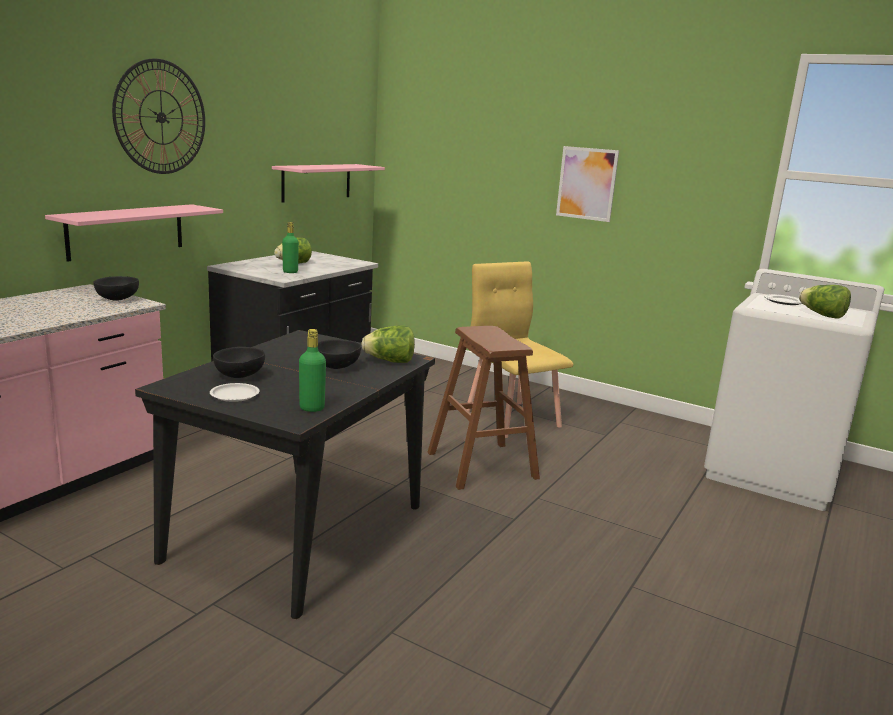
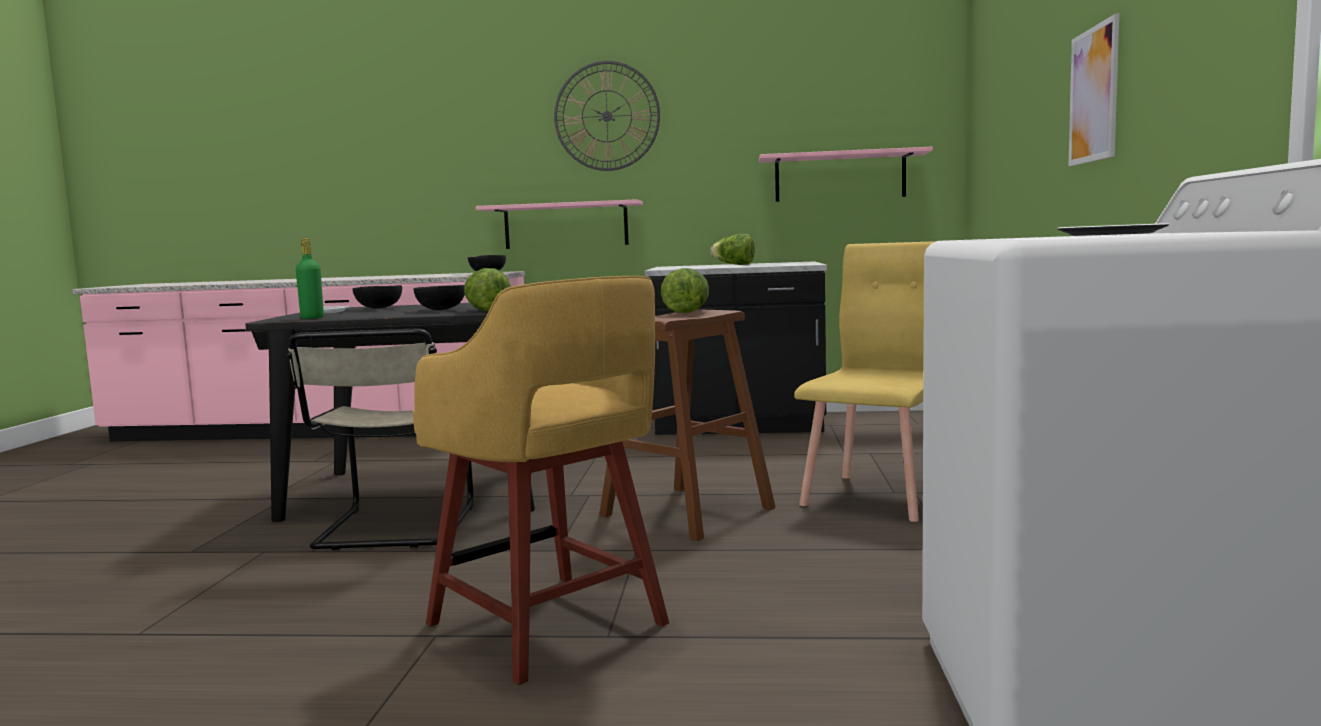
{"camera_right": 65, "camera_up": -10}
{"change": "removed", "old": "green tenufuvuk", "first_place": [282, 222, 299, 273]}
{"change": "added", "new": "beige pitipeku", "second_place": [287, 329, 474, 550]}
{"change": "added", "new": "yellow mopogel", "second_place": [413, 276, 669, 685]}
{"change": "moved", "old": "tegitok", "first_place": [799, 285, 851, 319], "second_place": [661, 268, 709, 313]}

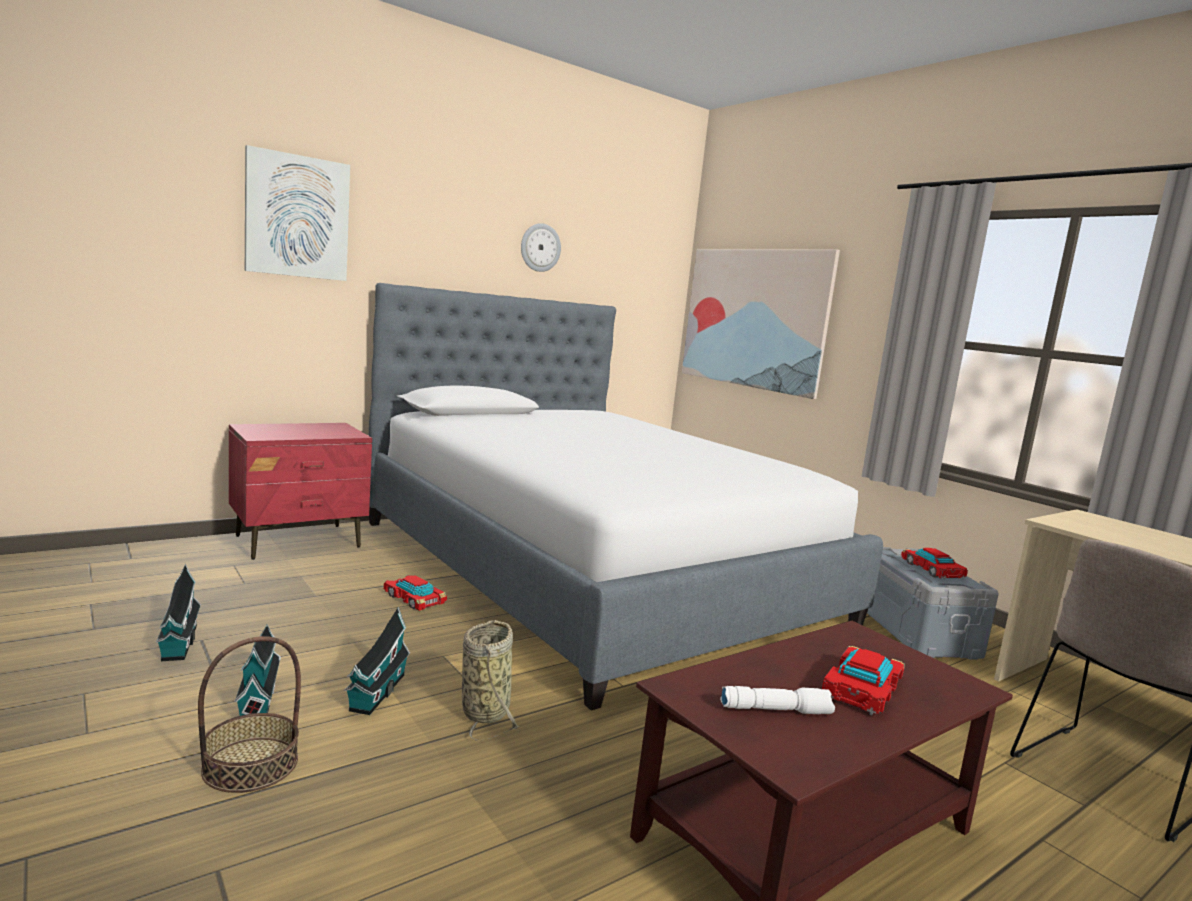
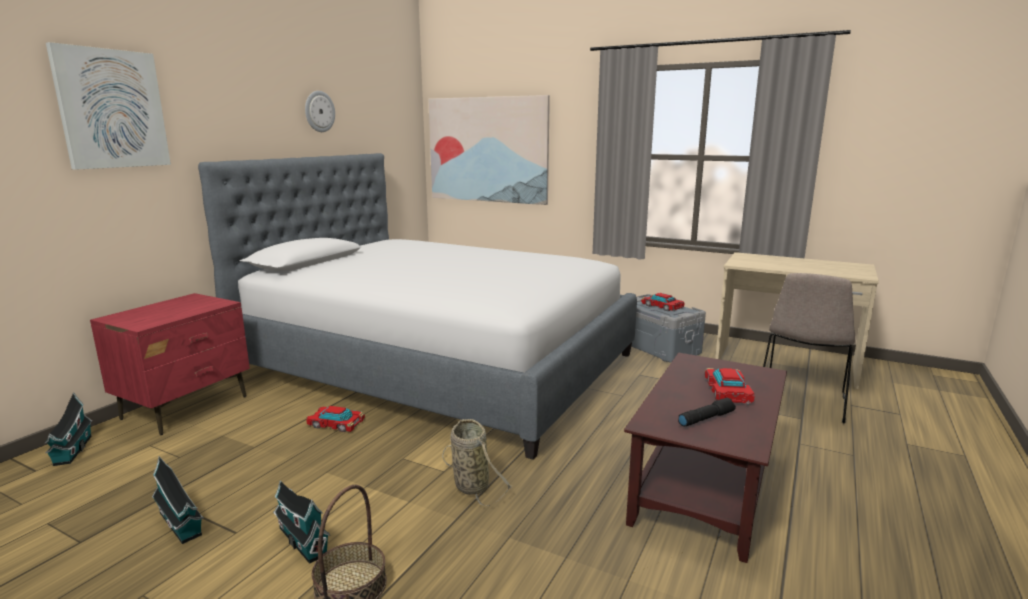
{"camera_right": -25, "camera_up": 5}
{"change": "moved", "old": "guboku", "first_place": [344, 607, 410, 715], "second_place": [45, 393, 92, 466]}
{"change": "recoloured", "old": "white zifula", "new": "black zifula", "first_place": [720, 686, 835, 714], "second_place": [678, 398, 736, 427]}

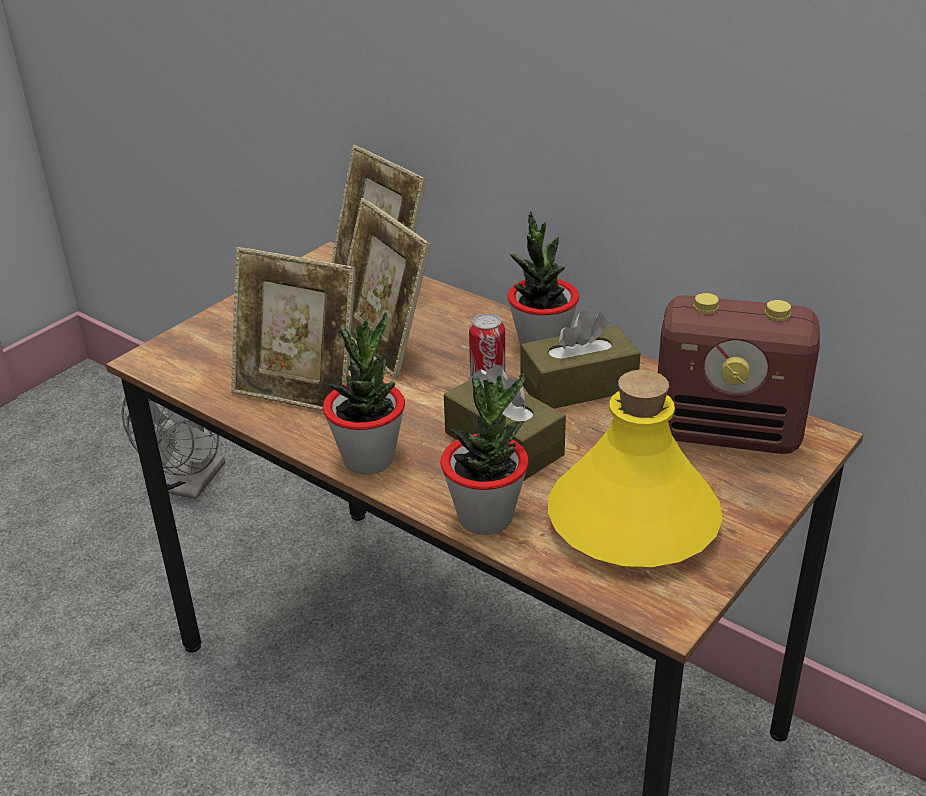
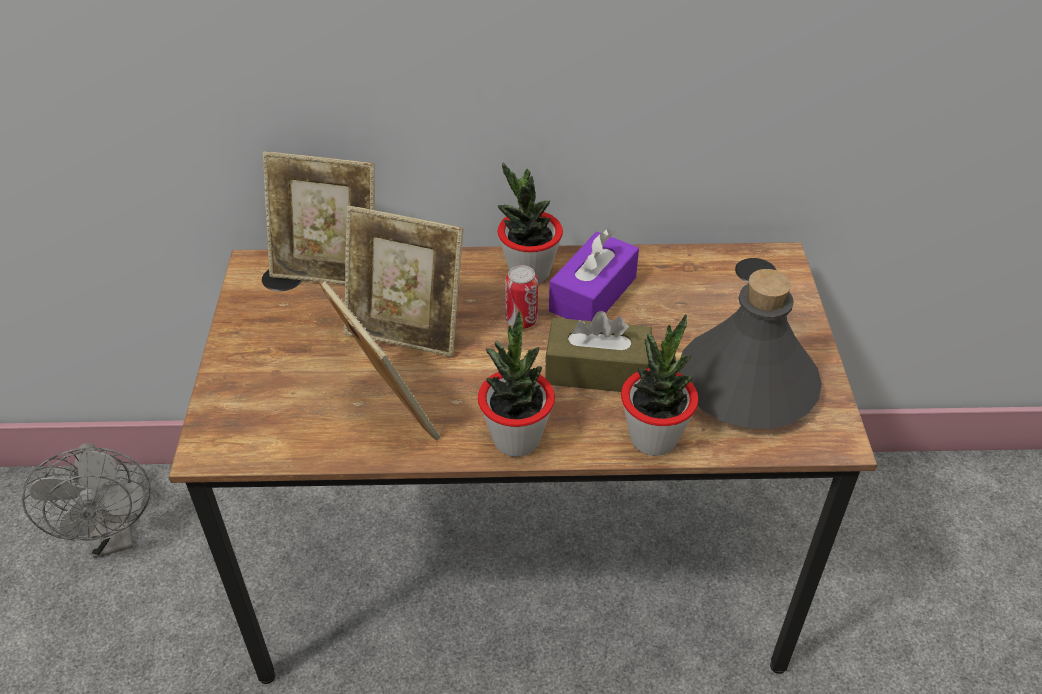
{"camera_right": -40, "camera_up": 10}
{"change": "removed", "old": "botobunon", "first_place": [658, 293, 820, 454]}
{"change": "recoloured", "old": "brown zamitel", "new": "purple zamitel", "first_place": [520, 311, 641, 409], "second_place": [549, 229, 639, 321]}
{"change": "recoloured", "old": "yellow tenufuvuk", "new": "grey tenufuvuk", "first_place": [548, 370, 722, 568], "second_place": [678, 269, 822, 429]}
{"change": "turned", "old": "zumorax", "first_place": [231, 247, 356, 411], "second_place": [319, 280, 440, 440], "degrees": -105}

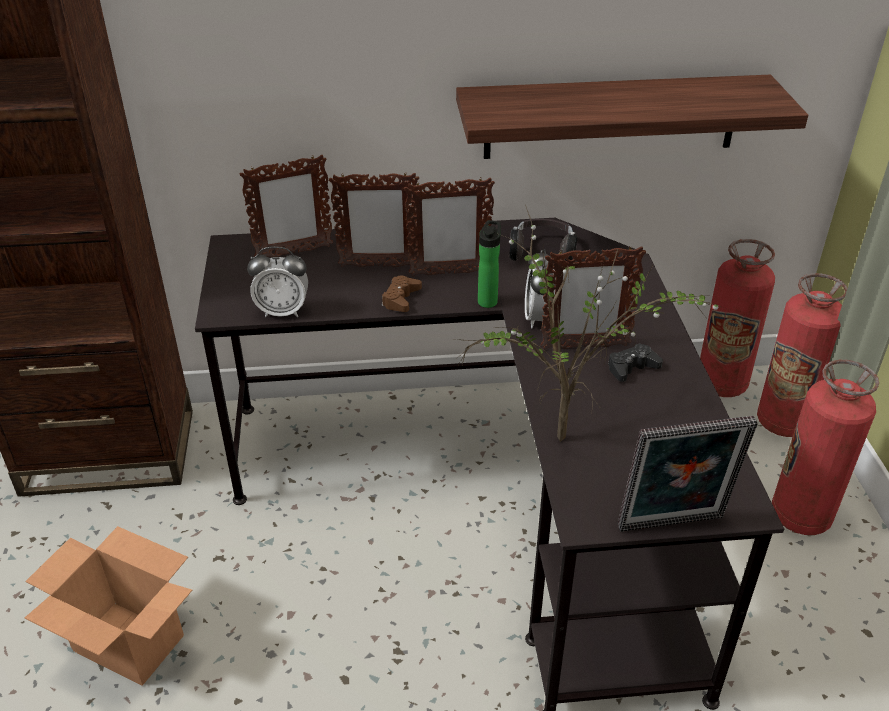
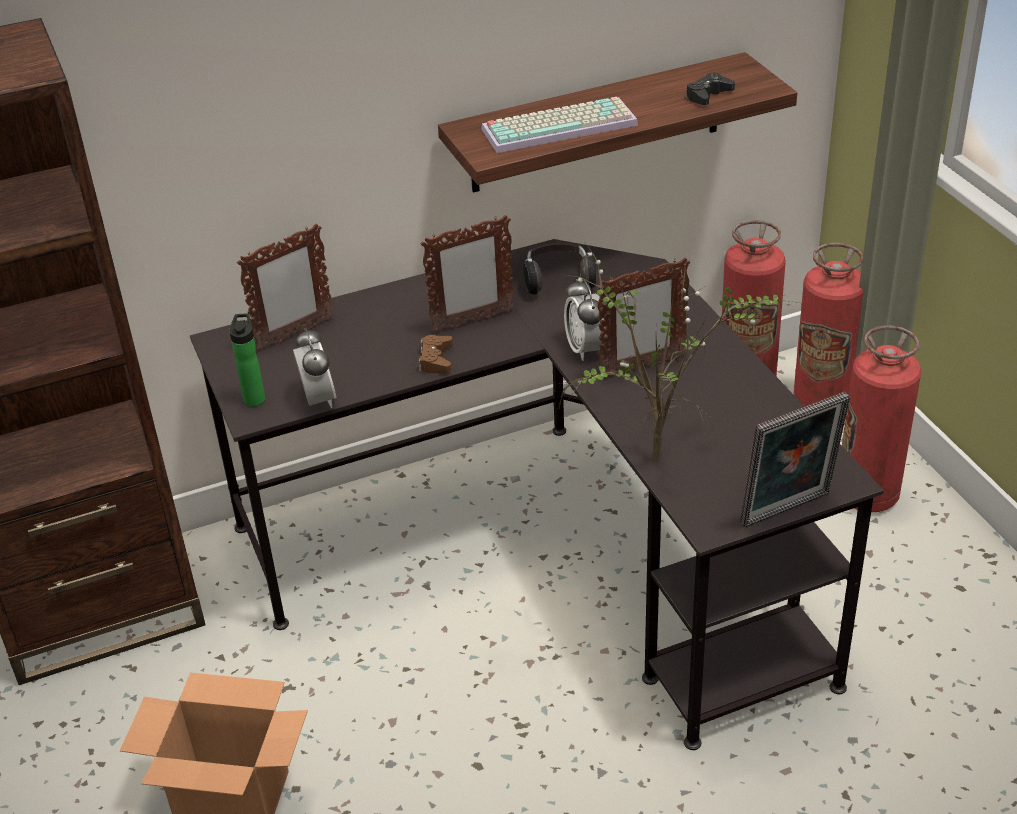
{"camera_right": -15, "camera_up": 0}
{"change": "removed", "old": "zumorax", "first_place": [329, 172, 419, 267]}
{"change": "added", "new": "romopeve", "second_place": [481, 97, 638, 153]}
{"change": "moved", "old": "tenufuvuk", "first_place": [478, 220, 500, 308], "second_place": [229, 313, 265, 407]}
{"change": "moved", "old": "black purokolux", "first_place": [608, 343, 663, 382], "second_place": [686, 73, 735, 105]}
{"change": "turned", "old": "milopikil", "first_place": [247, 246, 308, 317], "second_place": [293, 328, 336, 408], "degrees": -90}

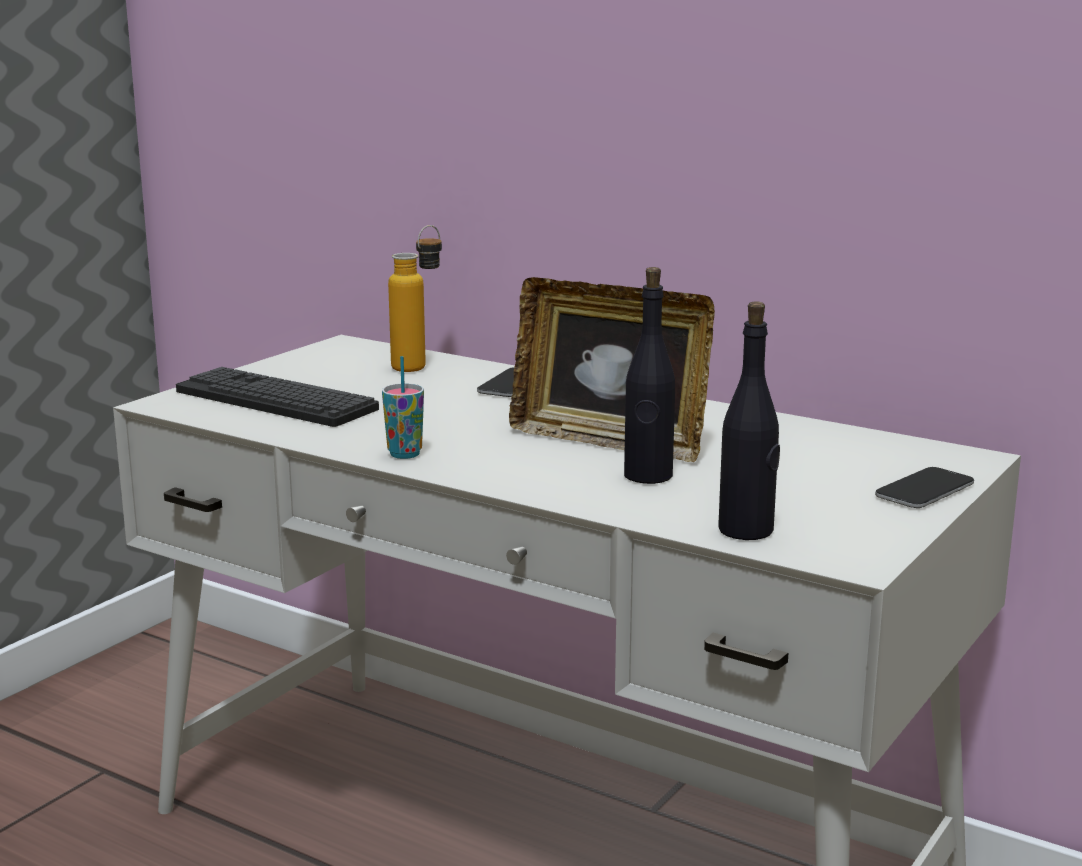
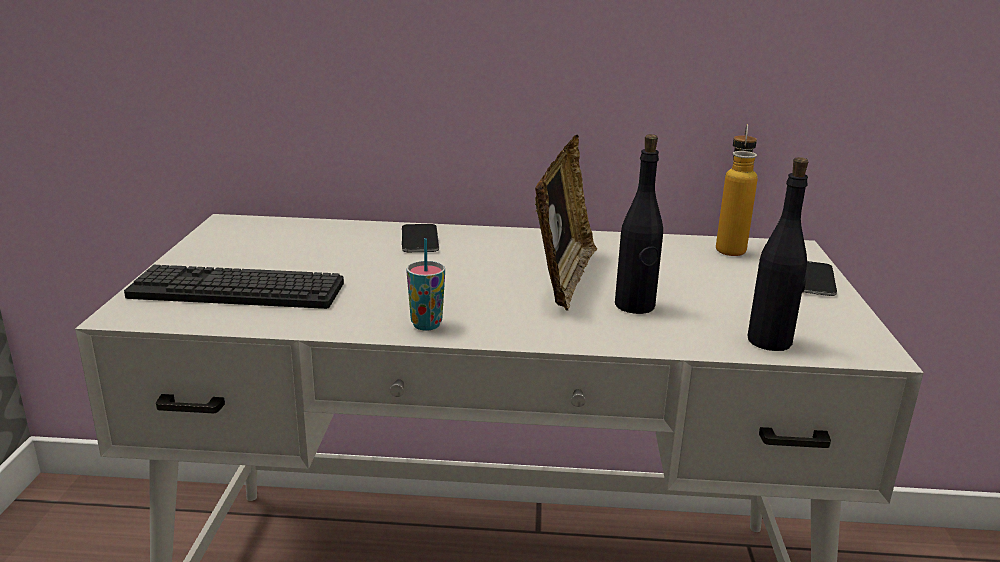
{"camera_right": -30, "camera_up": 5}
{"change": "moved", "old": "tenufuvuk", "first_place": [388, 225, 442, 372], "second_place": [716, 124, 758, 256]}
{"change": "turned", "old": "zumorax", "first_place": [509, 277, 715, 462], "second_place": [535, 135, 597, 311], "degrees": -75}

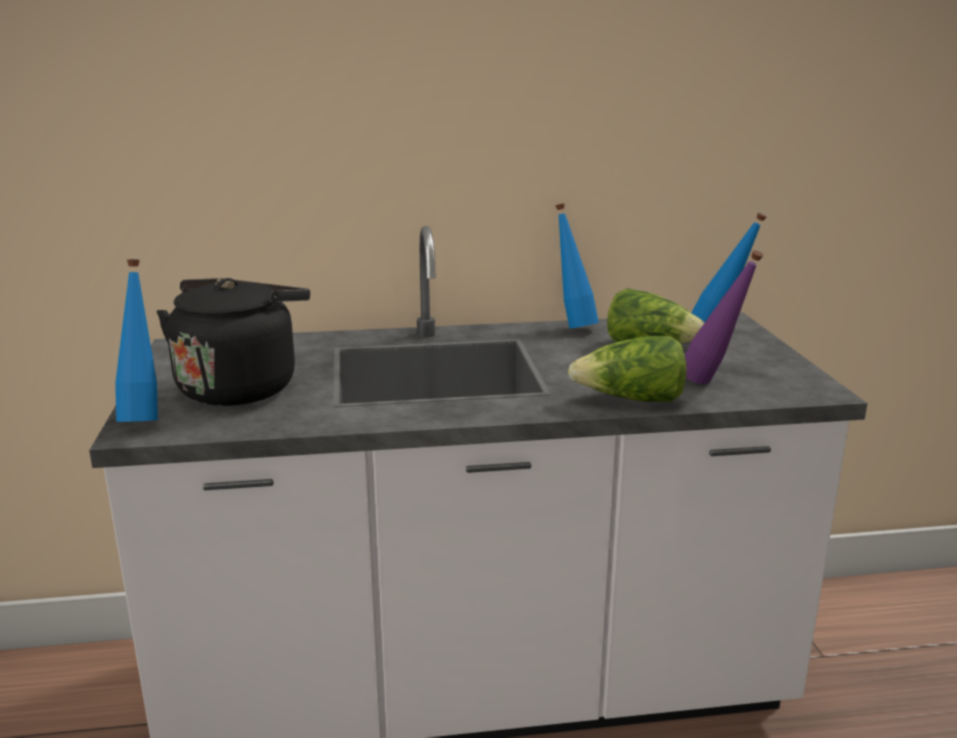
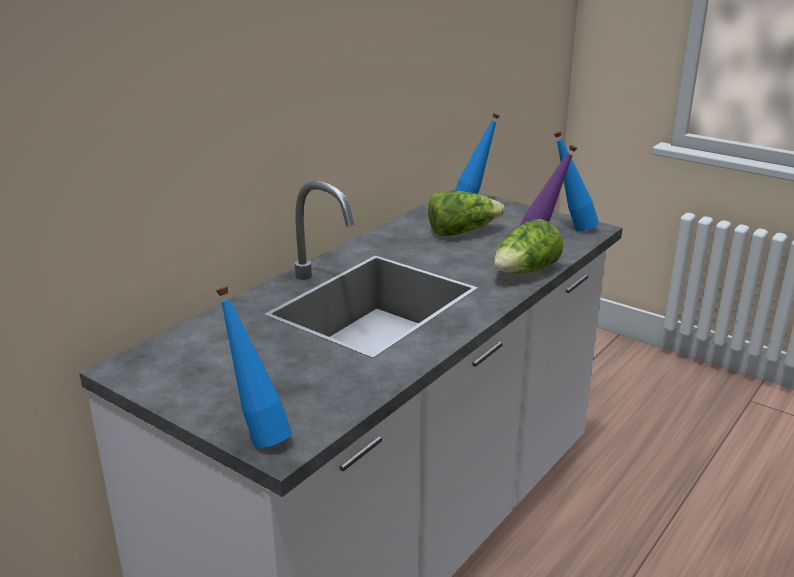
{"camera_right": -45, "camera_up": 5}
{"change": "removed", "old": "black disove", "first_place": [157, 278, 310, 406]}
{"change": "moved", "old": "blue tenufuvuk", "first_place": [555, 204, 599, 329], "second_place": [554, 131, 599, 231]}

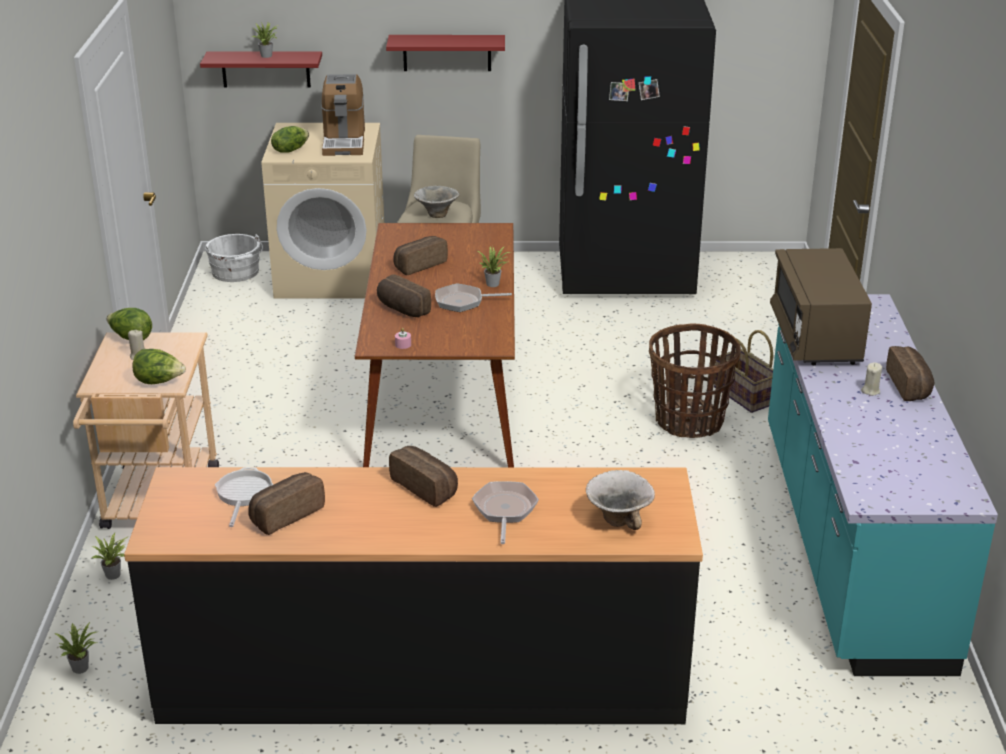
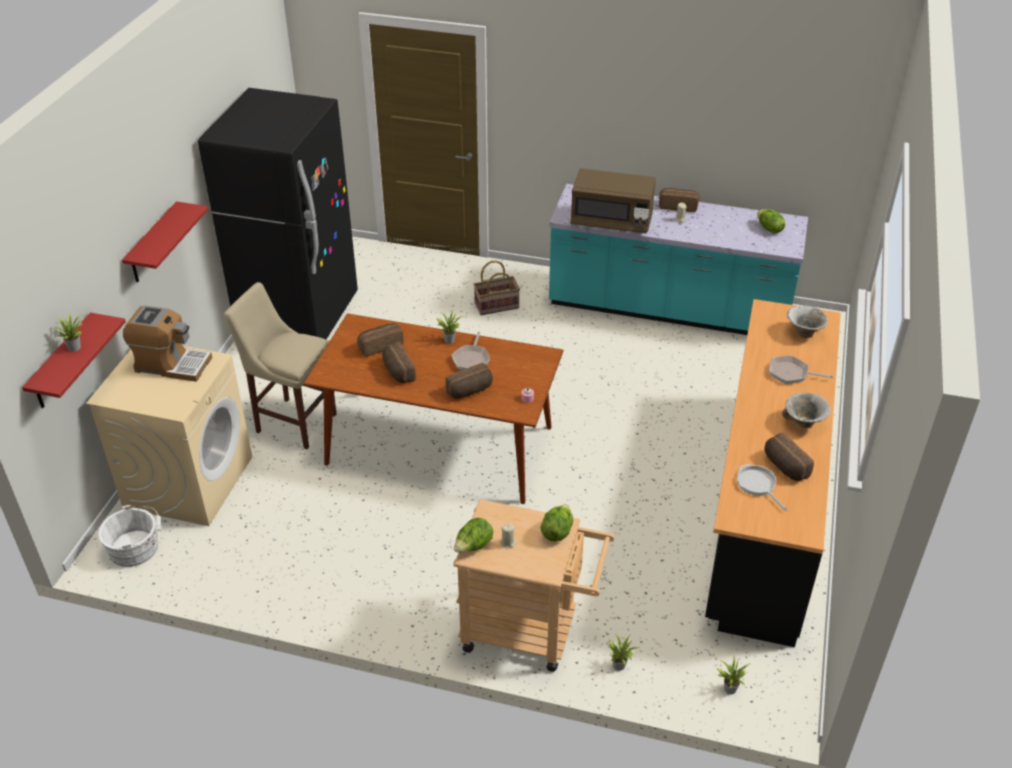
{"camera_right": -75, "camera_up": 10}
{"change": "removed", "old": "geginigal", "first_place": [649, 324, 741, 438]}
{"change": "moved", "old": "tegitok", "first_place": [271, 126, 309, 153], "second_place": [757, 209, 785, 233]}
{"change": "moved", "old": "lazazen", "first_place": [389, 446, 458, 507], "second_place": [357, 323, 403, 357]}
{"change": "moved", "old": "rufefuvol", "first_place": [414, 185, 460, 218], "second_place": [782, 393, 831, 428]}
{"change": "turned", "old": "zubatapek", "first_place": [215, 467, 273, 527], "second_place": [737, 464, 788, 511], "degrees": 45}

